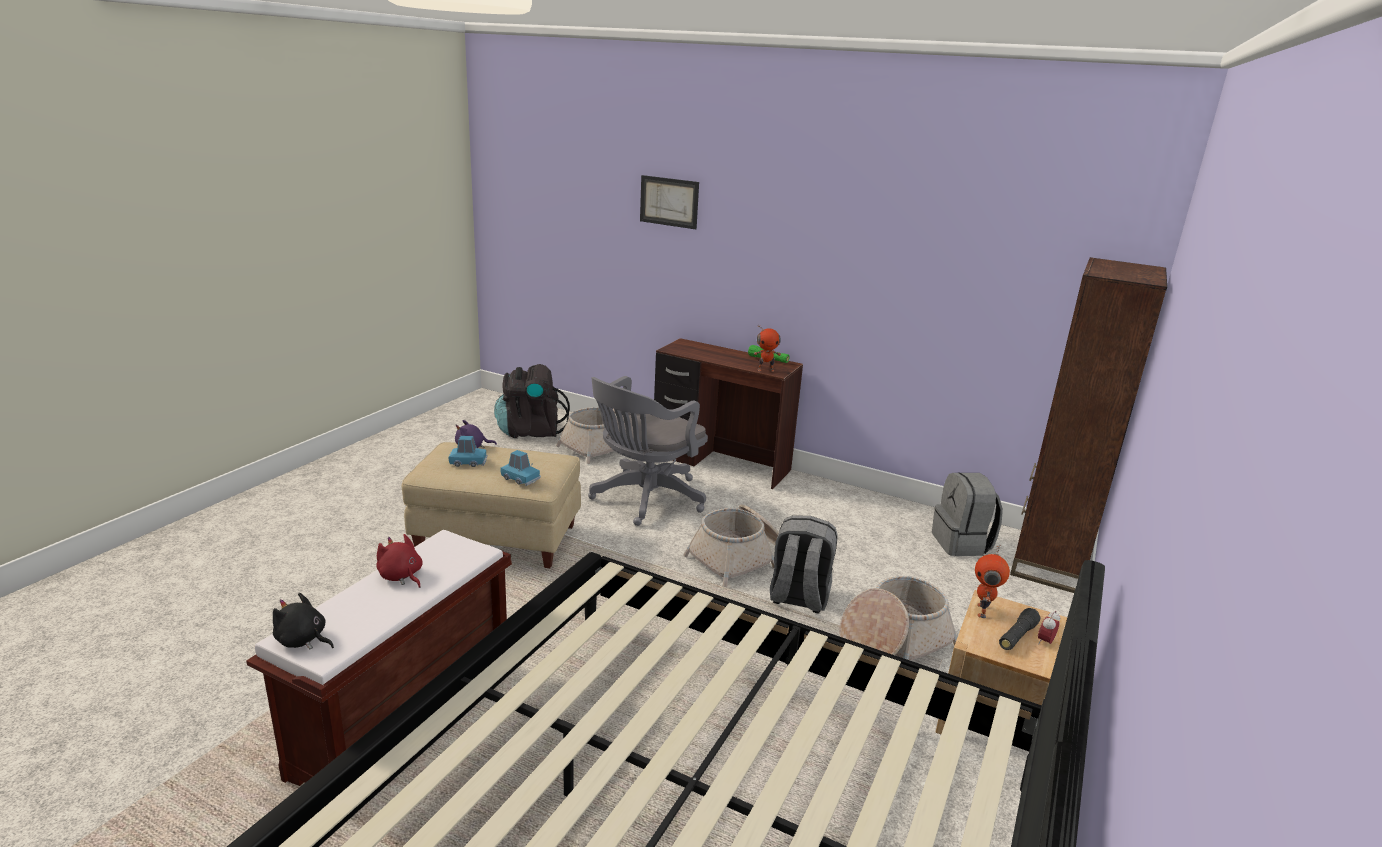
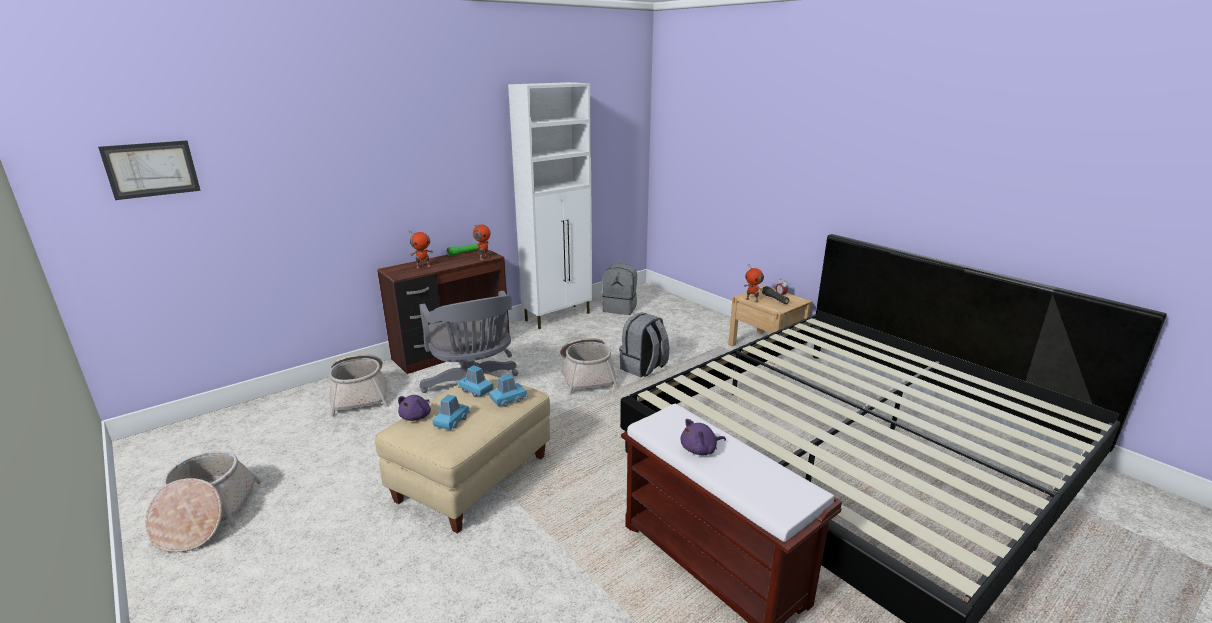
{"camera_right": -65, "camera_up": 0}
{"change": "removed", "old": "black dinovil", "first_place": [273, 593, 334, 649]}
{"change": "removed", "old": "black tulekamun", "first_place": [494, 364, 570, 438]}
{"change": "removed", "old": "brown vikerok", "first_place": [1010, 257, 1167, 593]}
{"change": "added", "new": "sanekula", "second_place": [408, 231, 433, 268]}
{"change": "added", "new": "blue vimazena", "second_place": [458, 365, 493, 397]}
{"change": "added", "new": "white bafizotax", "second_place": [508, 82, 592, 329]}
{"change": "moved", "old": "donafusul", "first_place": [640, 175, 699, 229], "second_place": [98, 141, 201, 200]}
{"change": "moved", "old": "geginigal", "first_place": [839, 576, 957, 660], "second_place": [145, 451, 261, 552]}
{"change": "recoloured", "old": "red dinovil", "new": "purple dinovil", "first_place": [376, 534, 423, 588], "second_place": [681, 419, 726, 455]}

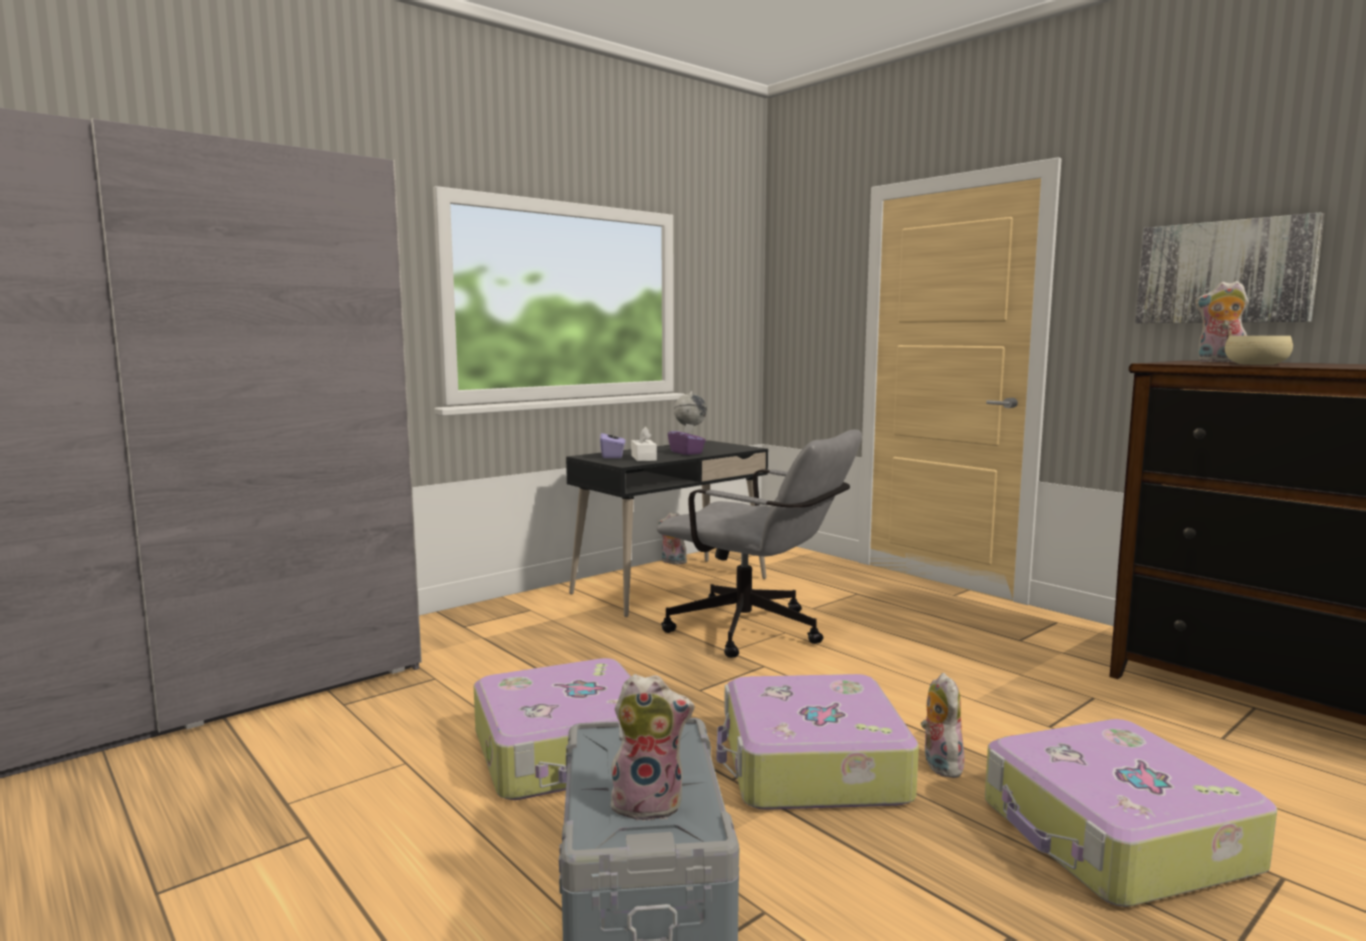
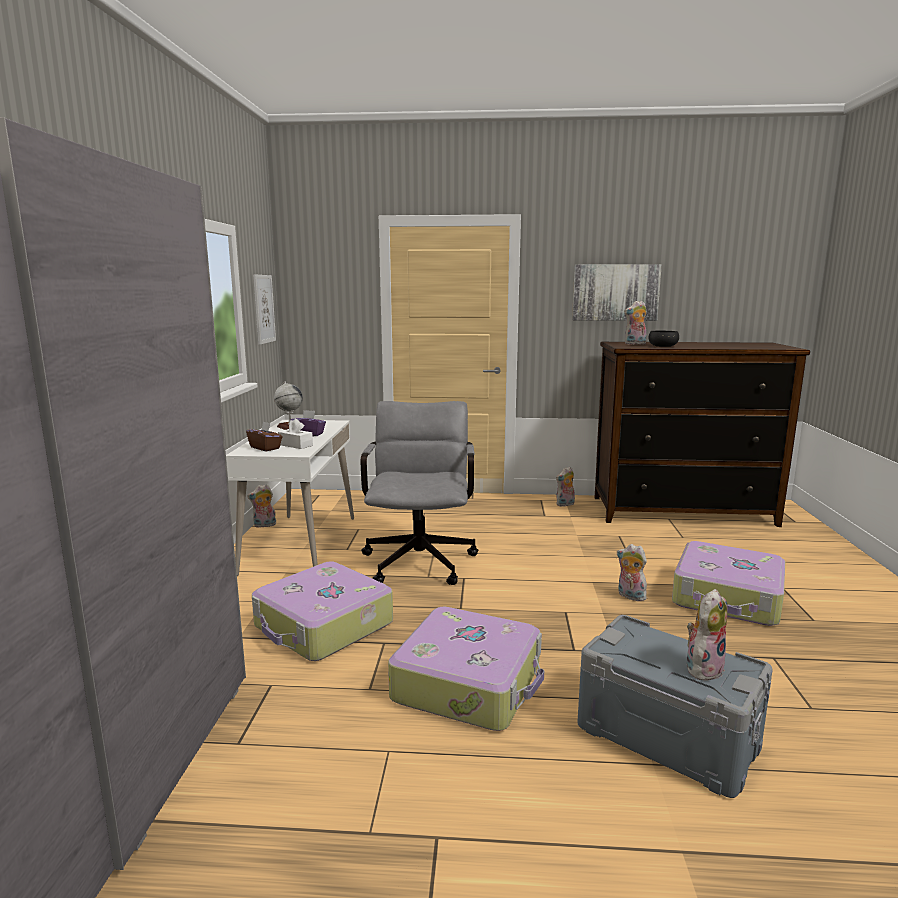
{"camera_right": -45, "camera_up": 5}
{"change": "added", "new": "donafusul", "second_place": [253, 274, 276, 345]}
{"change": "added", "new": "dinovil", "second_place": [556, 466, 575, 507]}
{"change": "moved", "old": "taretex", "first_place": [716, 674, 919, 810], "second_place": [252, 561, 393, 661]}
{"change": "recoloured", "old": "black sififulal", "new": "white sififulal", "first_place": [566, 440, 768, 617], "second_place": [226, 420, 354, 576]}
{"change": "recoloured", "old": "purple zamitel", "new": "brown zamitel", "first_place": [600, 427, 625, 458], "second_place": [246, 421, 283, 451]}
{"change": "recoloured", "old": "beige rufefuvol", "new": "black rufefuvol", "first_place": [1225, 336, 1293, 365], "second_place": [649, 331, 679, 347]}
{"change": "turned", "old": "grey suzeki", "first_place": [657, 430, 862, 658], "second_place": [361, 401, 478, 585], "degrees": -75}

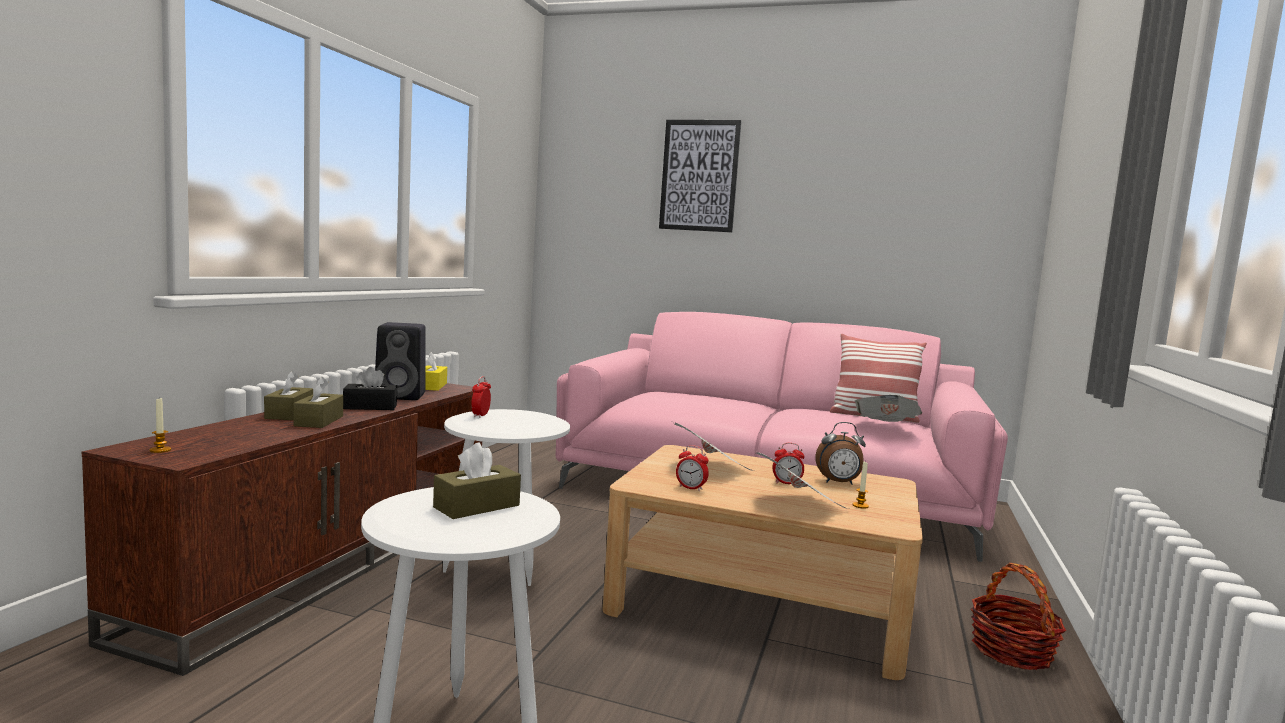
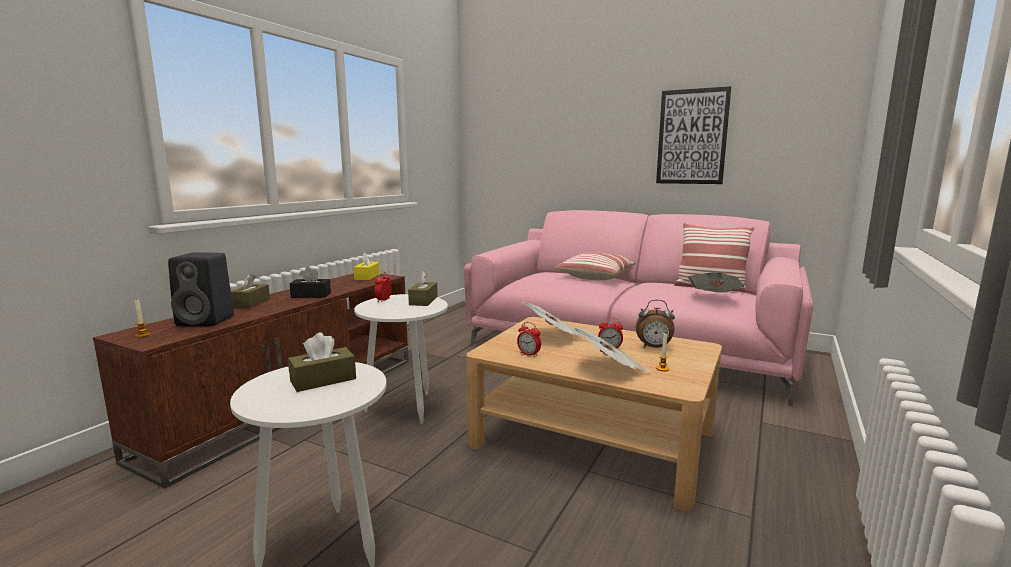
{"camera_right": 10, "camera_up": 5}
{"change": "removed", "old": "geginigal", "first_place": [971, 563, 1066, 670]}
{"change": "added", "new": "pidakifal", "second_place": [555, 252, 636, 280]}
{"change": "moved", "old": "brown zamitel", "first_place": [293, 377, 343, 428], "second_place": [408, 271, 438, 306]}
{"change": "moved", "old": "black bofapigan", "first_place": [375, 322, 426, 400], "second_place": [168, 253, 234, 326]}
{"change": "moved", "old": "donafusul", "first_place": [659, 120, 742, 233], "second_place": [656, 86, 732, 184]}

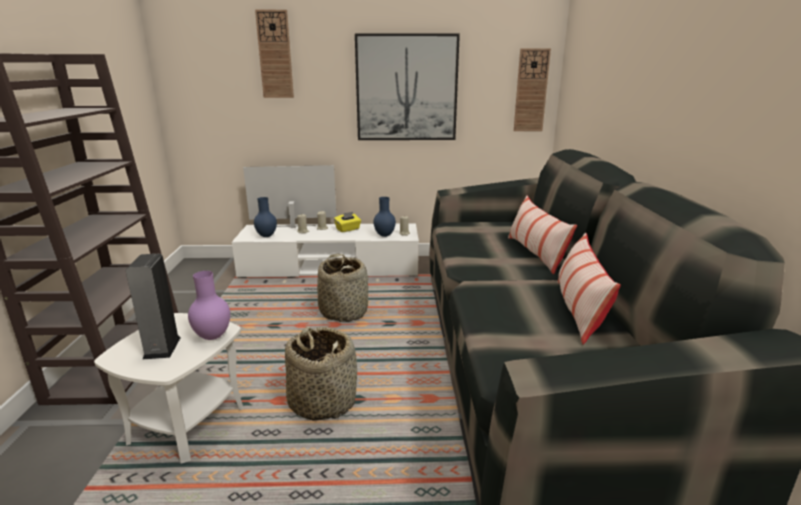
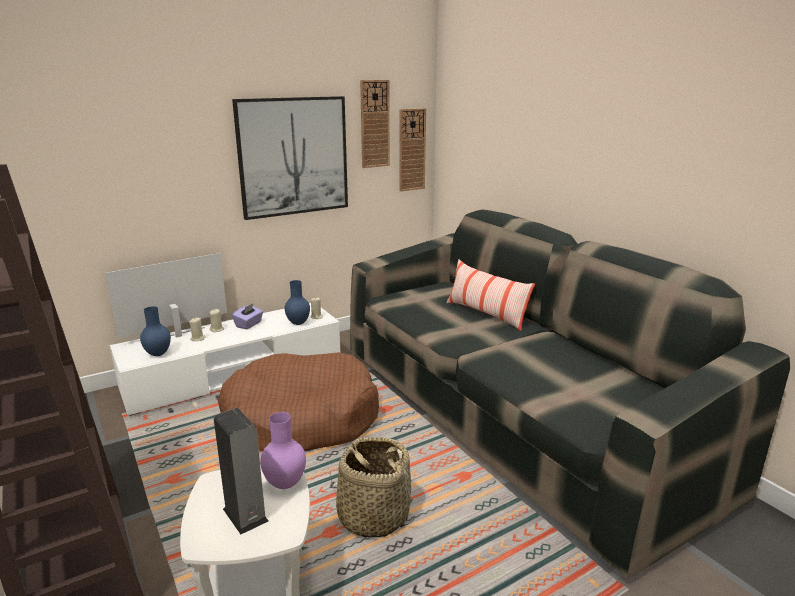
{"camera_right": -30, "camera_up": 0}
{"change": "removed", "old": "pidakifal", "first_place": [557, 233, 621, 345]}
{"change": "moved", "old": "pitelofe", "first_place": [255, 10, 294, 98], "second_place": [360, 80, 390, 168]}
{"change": "replaced", "old": "geginigal", "new": "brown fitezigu", "first_place": [317, 254, 368, 322], "second_place": [218, 352, 379, 451]}
{"change": "recoloured", "old": "yellow zamitel", "new": "purple zamitel", "first_place": [334, 212, 361, 232], "second_place": [232, 303, 263, 329]}

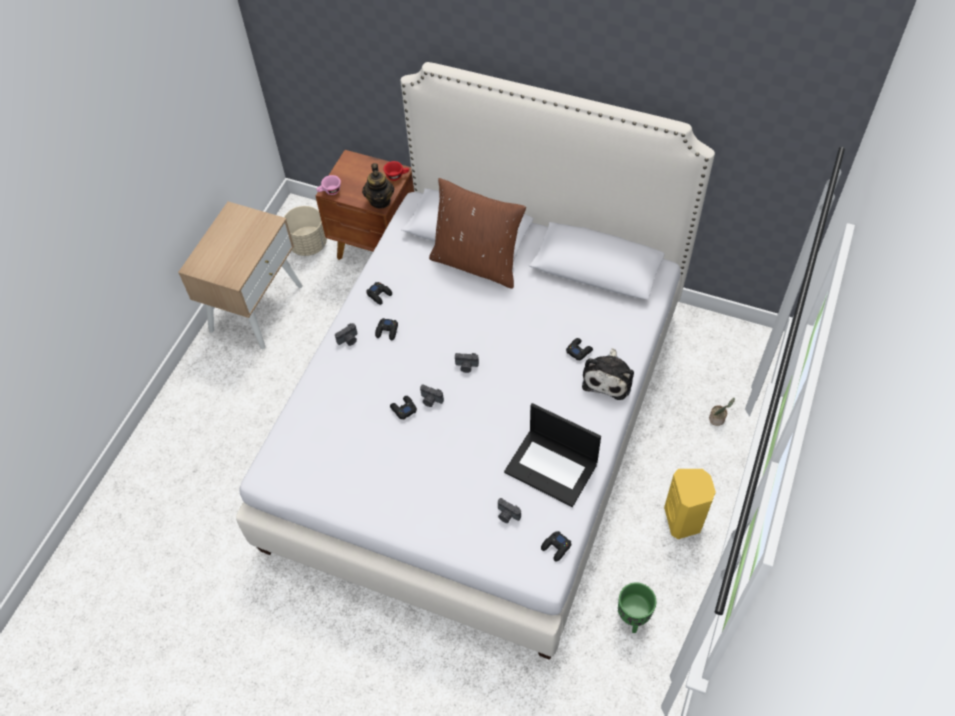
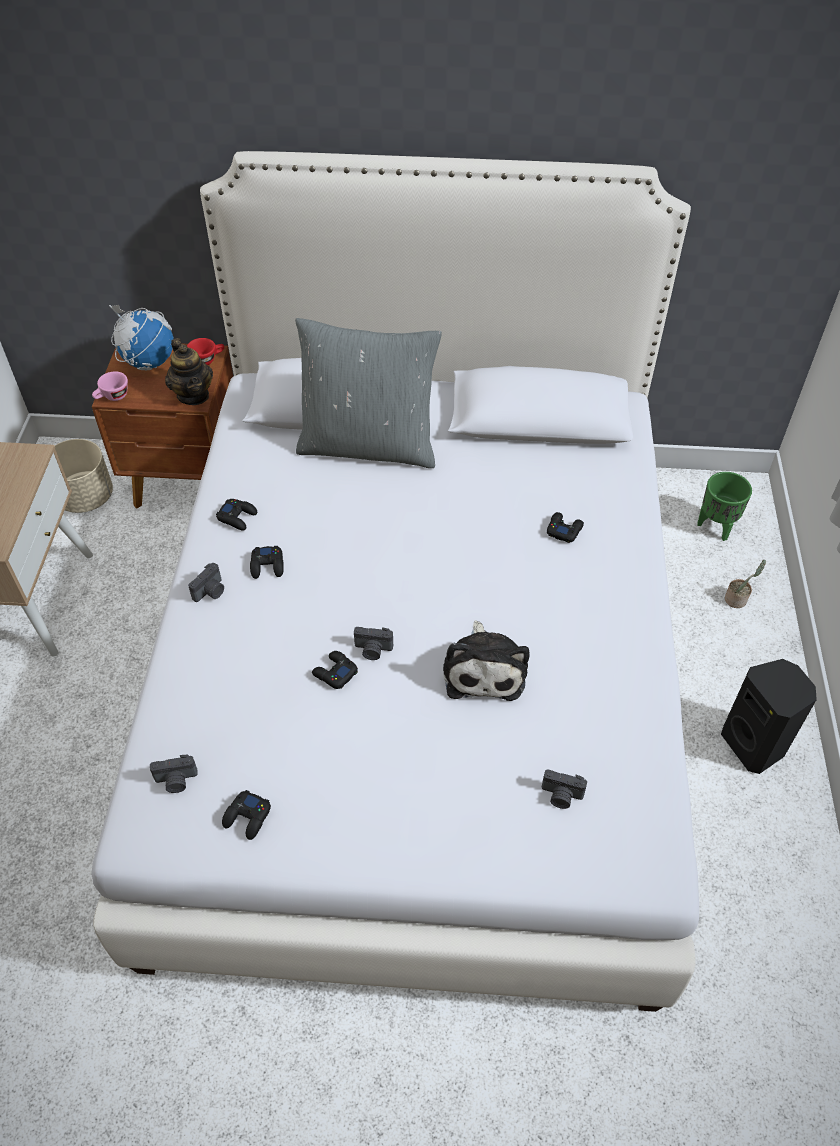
{"camera_right": -20, "camera_up": -5}
{"change": "removed", "old": "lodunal", "first_place": [504, 403, 601, 507]}
{"change": "added", "new": "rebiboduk", "second_place": [109, 305, 174, 370]}
{"change": "moved", "old": "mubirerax", "first_place": [455, 353, 479, 373], "second_place": [150, 755, 198, 793]}
{"change": "moved", "old": "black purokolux", "first_place": [541, 531, 571, 562], "second_place": [222, 790, 271, 840]}
{"change": "moved", "old": "dinovil", "first_place": [582, 348, 634, 400], "second_place": [443, 620, 529, 701]}
{"change": "moved", "old": "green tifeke", "first_place": [618, 582, 656, 633], "second_place": [697, 472, 752, 541]}
{"change": "recoloured", "old": "brown pidakifal", "new": "grey pidakifal", "first_place": [429, 178, 526, 289], "second_place": [295, 318, 442, 468]}
{"change": "recoloured", "old": "yellow bofapigan", "new": "black bofapigan", "first_place": [664, 469, 716, 539], "second_place": [721, 659, 817, 774]}

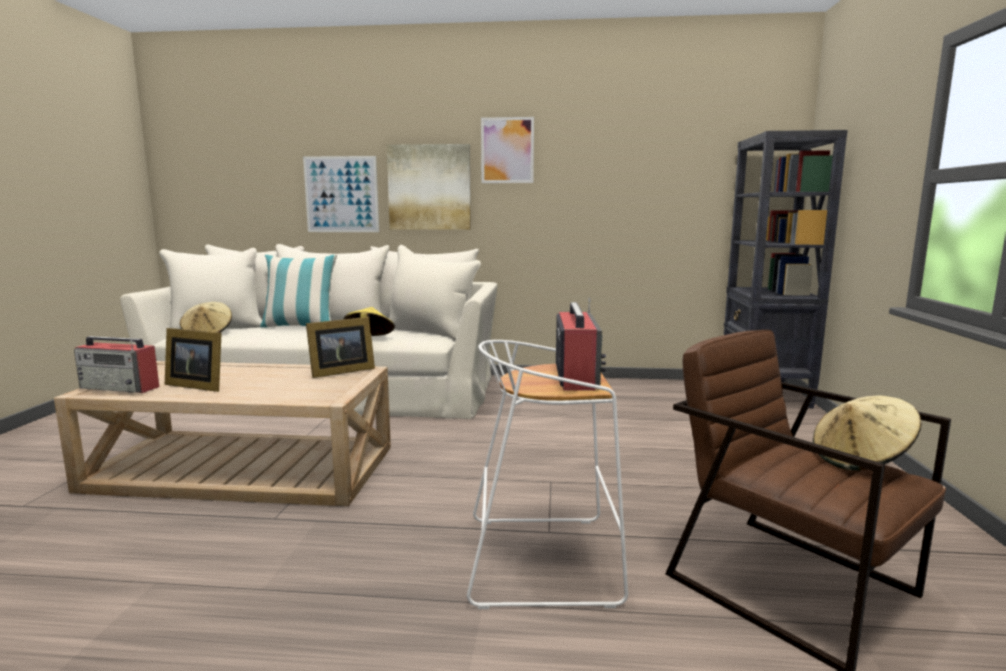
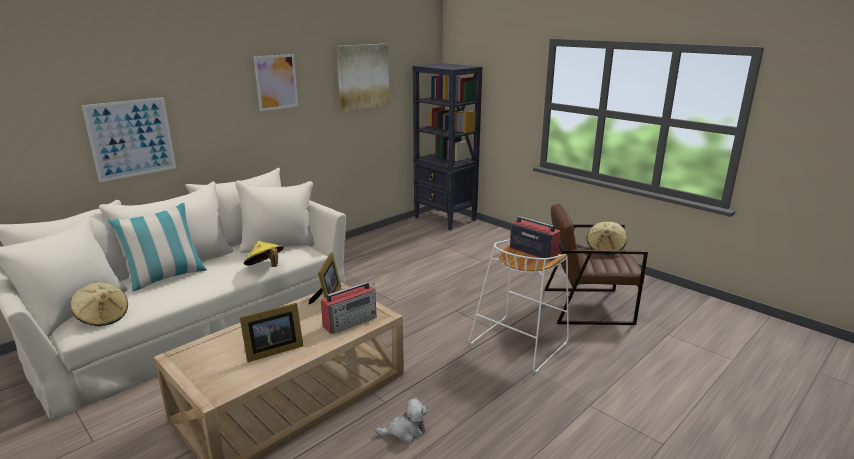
{"camera_right": -50, "camera_up": 10}
{"change": "added", "new": "dinovil", "second_place": [375, 398, 428, 442]}
{"change": "moved", "old": "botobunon", "first_place": [74, 336, 159, 393], "second_place": [321, 282, 376, 334]}
{"change": "moved", "old": "donafusul", "first_place": [387, 144, 471, 230], "second_place": [336, 43, 390, 112]}

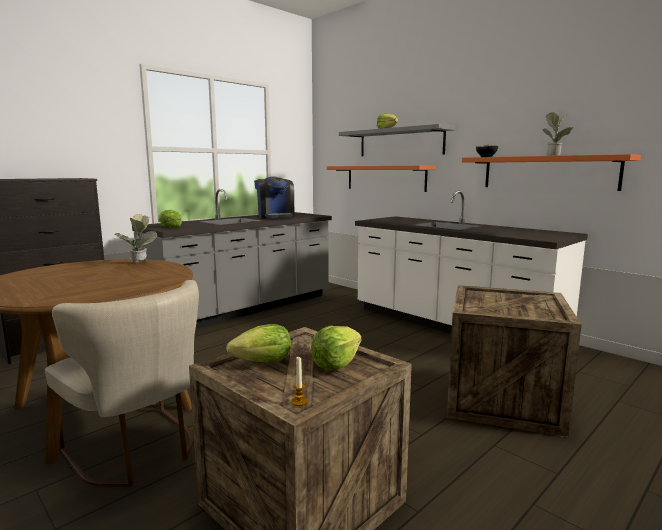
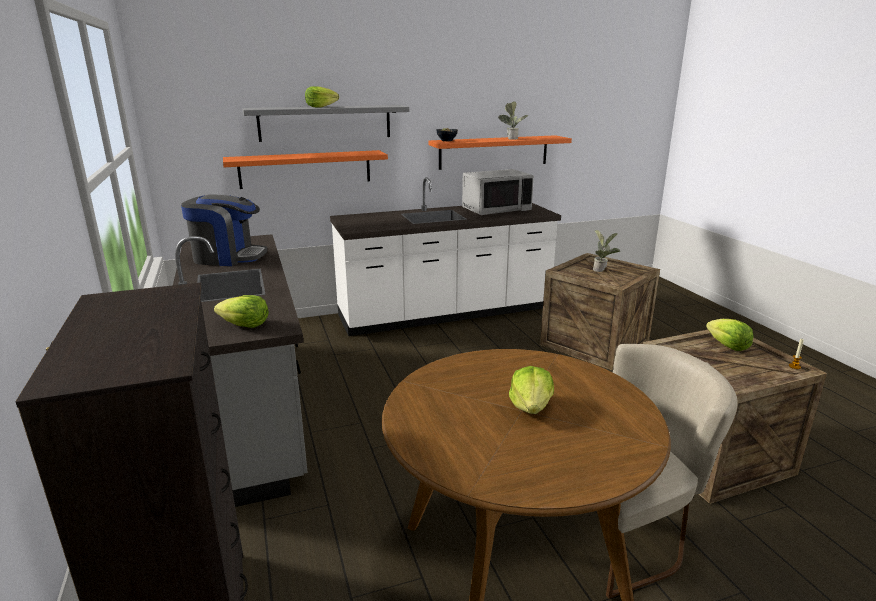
{"camera_right": -65, "camera_up": 10}
{"change": "added", "new": "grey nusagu", "second_place": [462, 169, 534, 215]}
{"change": "moved", "old": "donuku", "first_place": [115, 214, 157, 263], "second_place": [593, 230, 621, 272]}
{"change": "moved", "old": "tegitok", "first_place": [226, 324, 291, 362], "second_place": [509, 366, 554, 414]}

